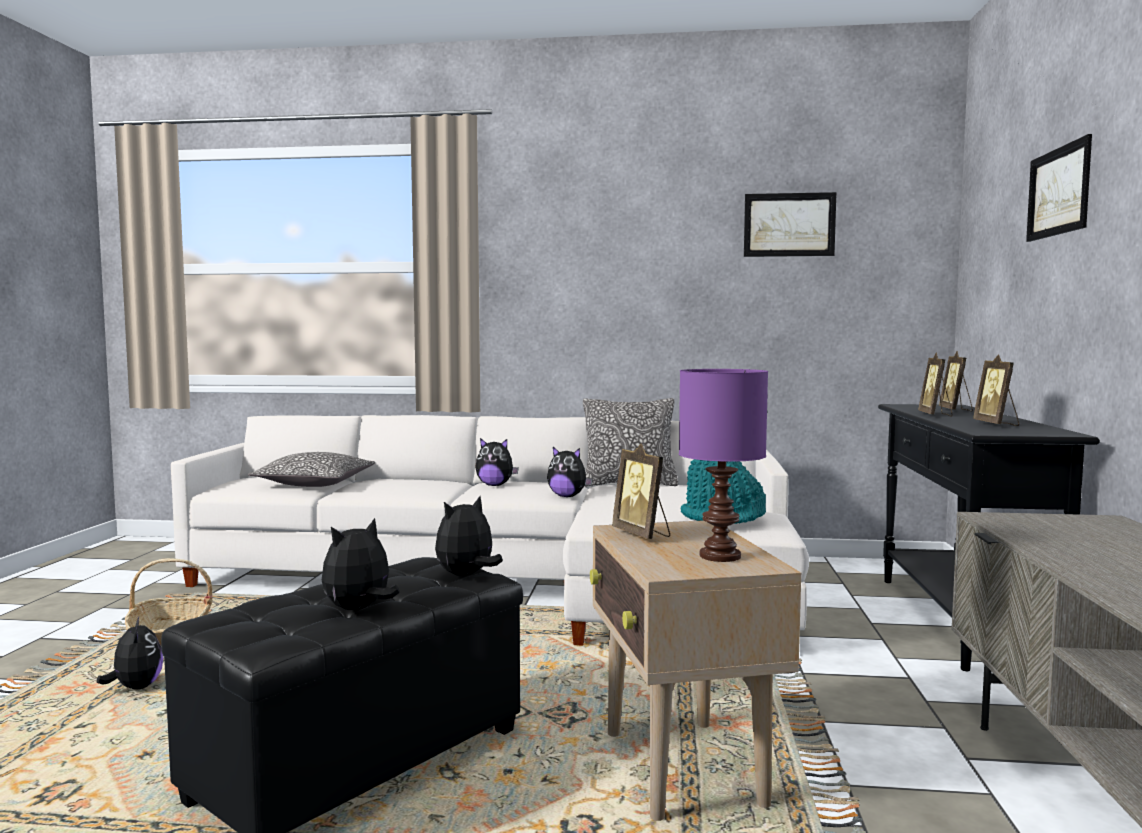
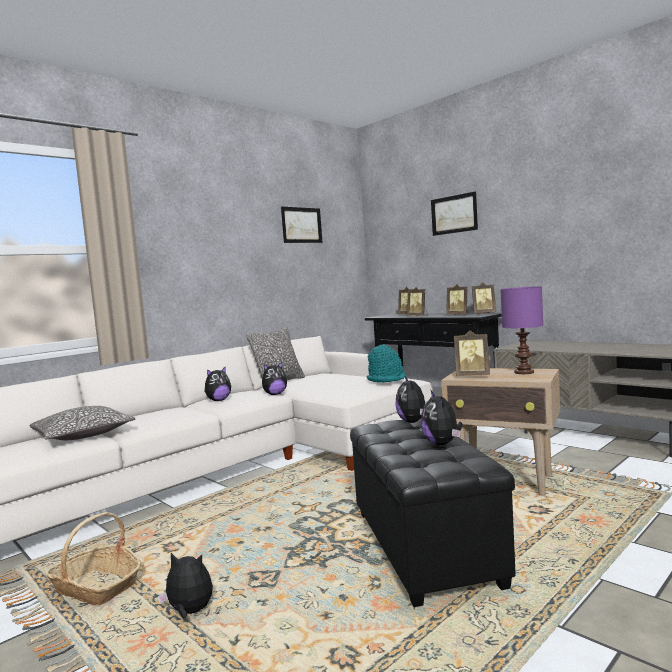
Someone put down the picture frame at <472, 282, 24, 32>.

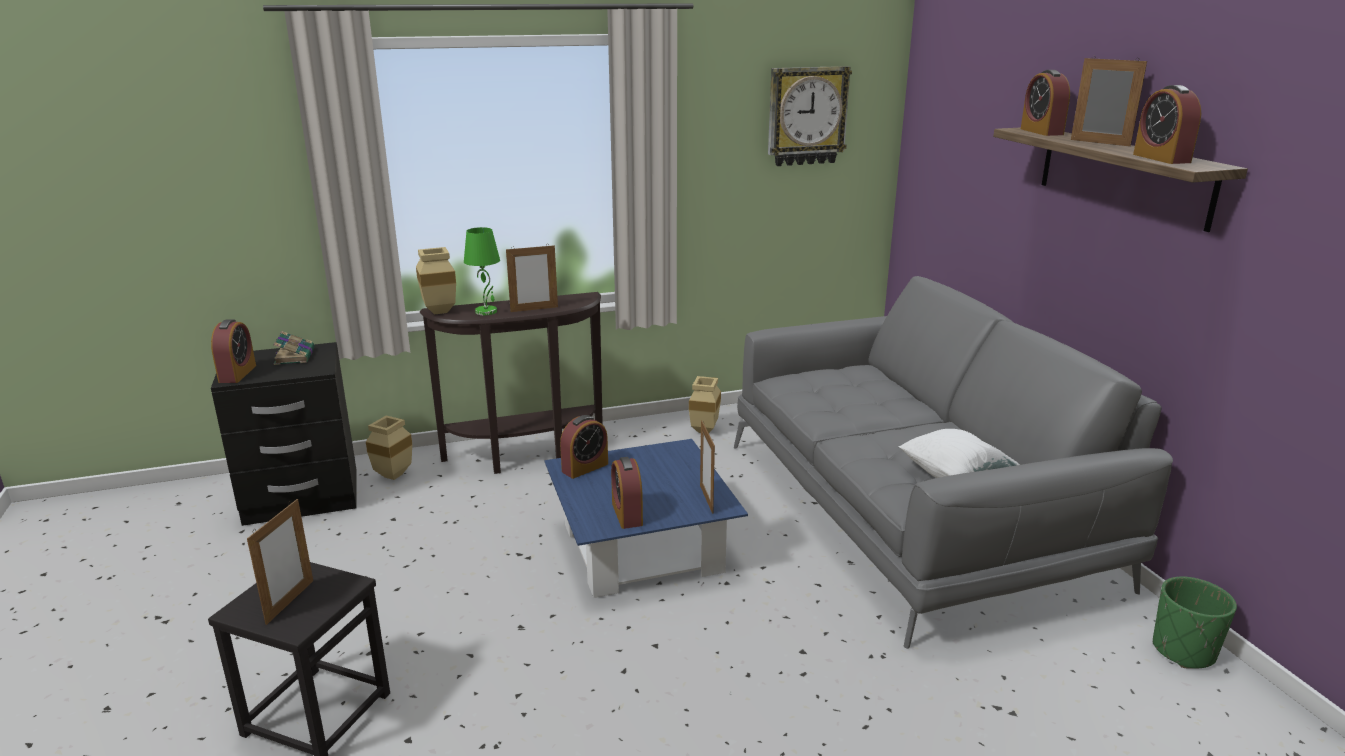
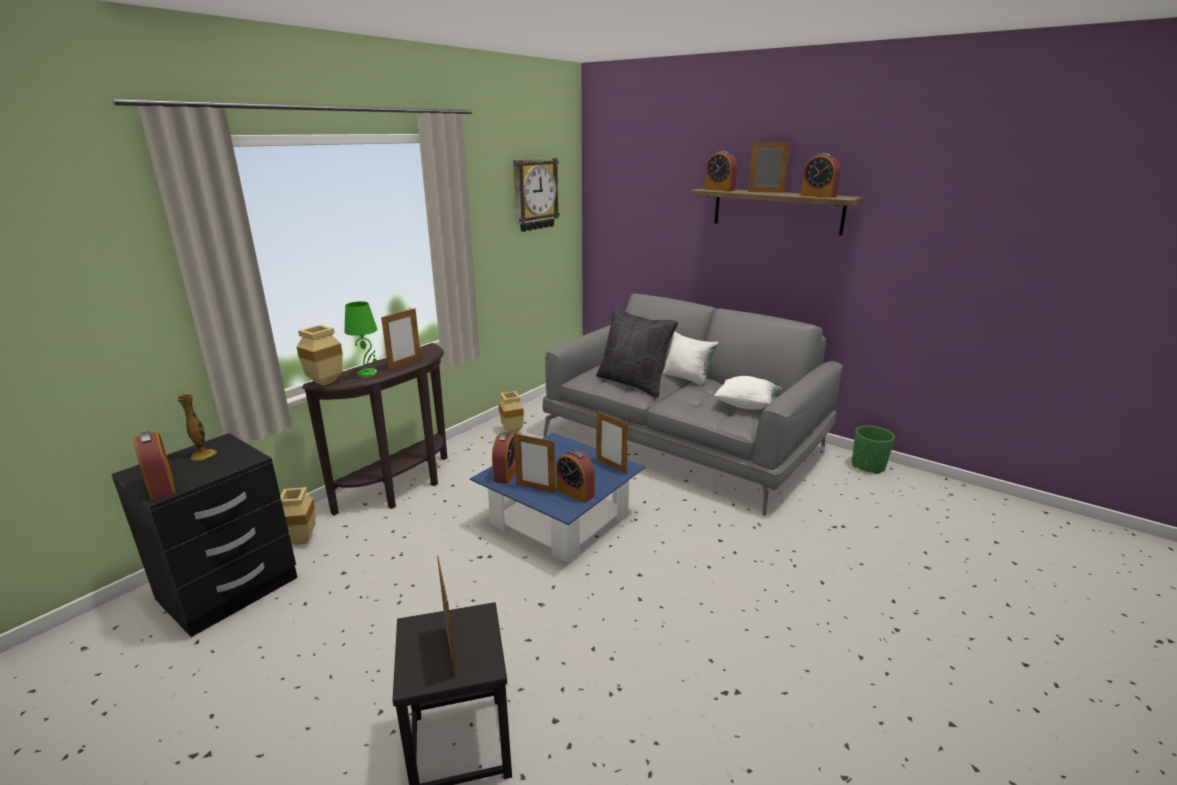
Someone put down the picture frame at <514, 433, 42, 60>. Someone put down the pillow in black at <596, 306, 82, 92>. Someone put down the pillow in white at <663, 332, 55, 54>. Someone swapped the book at <273, 331, 42, 34> for the vase at <175, 393, 42, 68>.

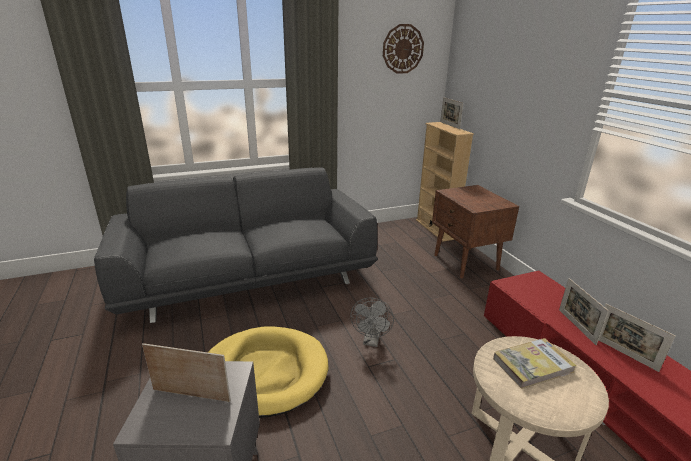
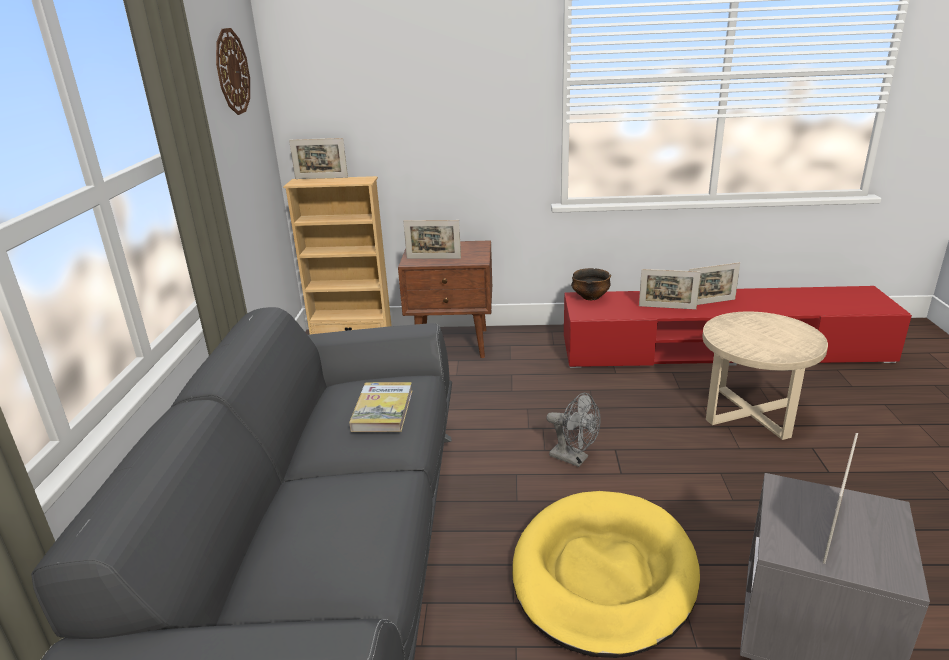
Someone put down the picture frame at <403, 220, 58, 39>. Someone put down the bowl at <571, 268, 40, 32>. Someone carried the book from <493, 338, 84, 51> to <349, 382, 63, 50>.

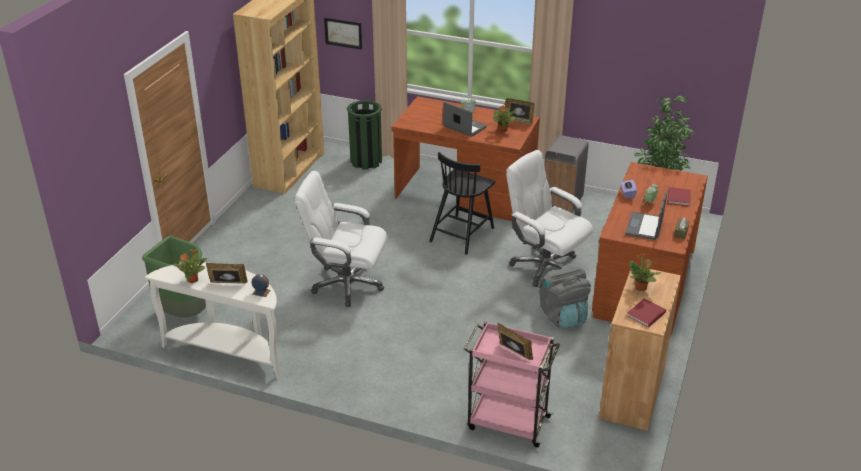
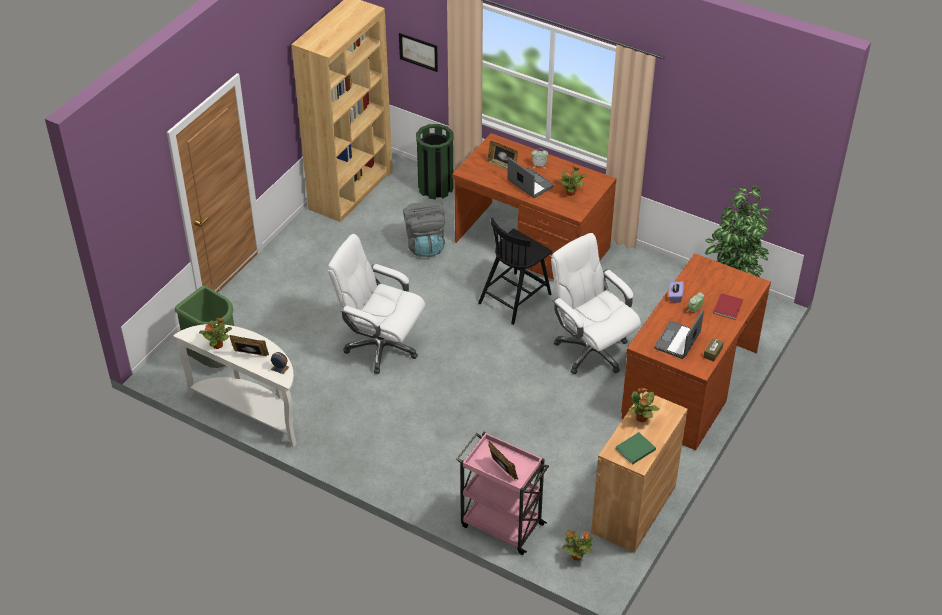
Someone took away the trash can in grey at <545, 135, 44, 78>. Someone put down the potted plant at <562, 530, 32, 31>. Someone carried the picture frame from <505, 98, 30, 28> to <487, 141, 31, 29>. Someone carried the backpack in grey from <539, 267, 52, 61> to <403, 201, 42, 56>. Someone repainted the book in red at <627, 299, 39, 28>, which became the book in green at <616, 432, 40, 33>.

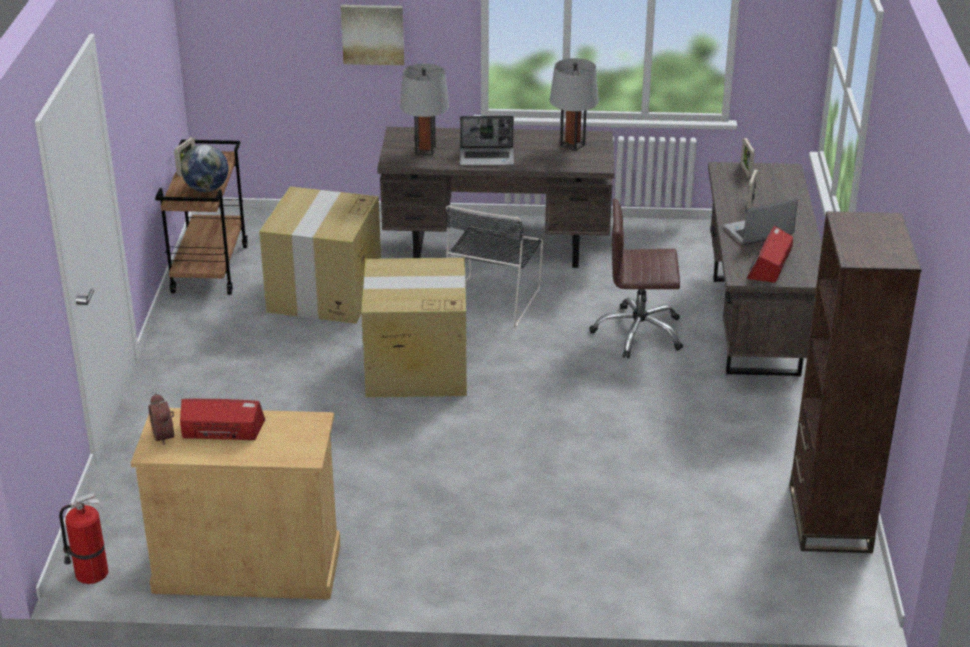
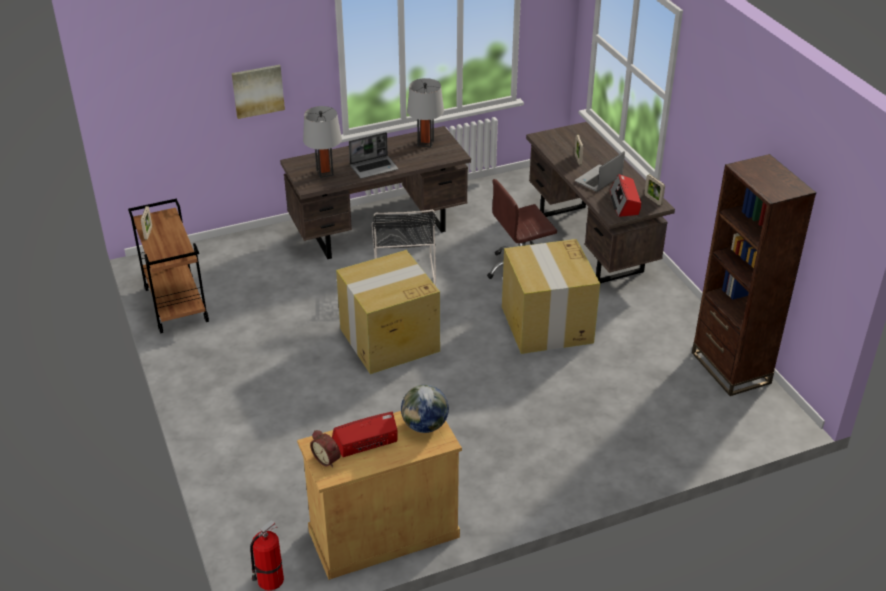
Someone carried the globe from <181, 145, 47, 47> to <401, 385, 48, 48>. Someone carried the cardboard box from <259, 187, 122, 137> to <502, 239, 98, 115>. Someone carried the picture frame from <740, 138, 15, 40> to <644, 174, 21, 31>.

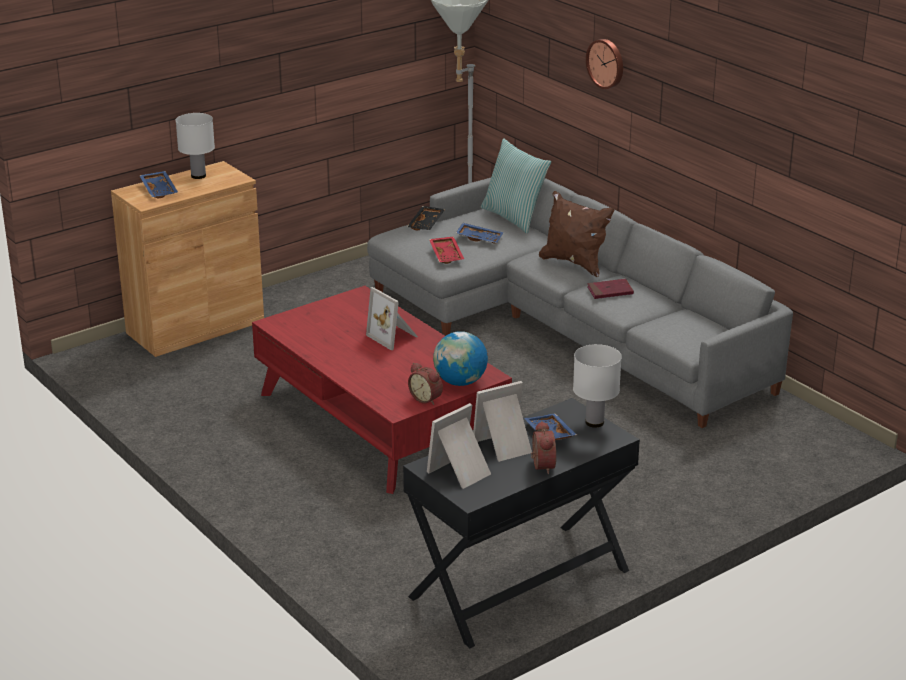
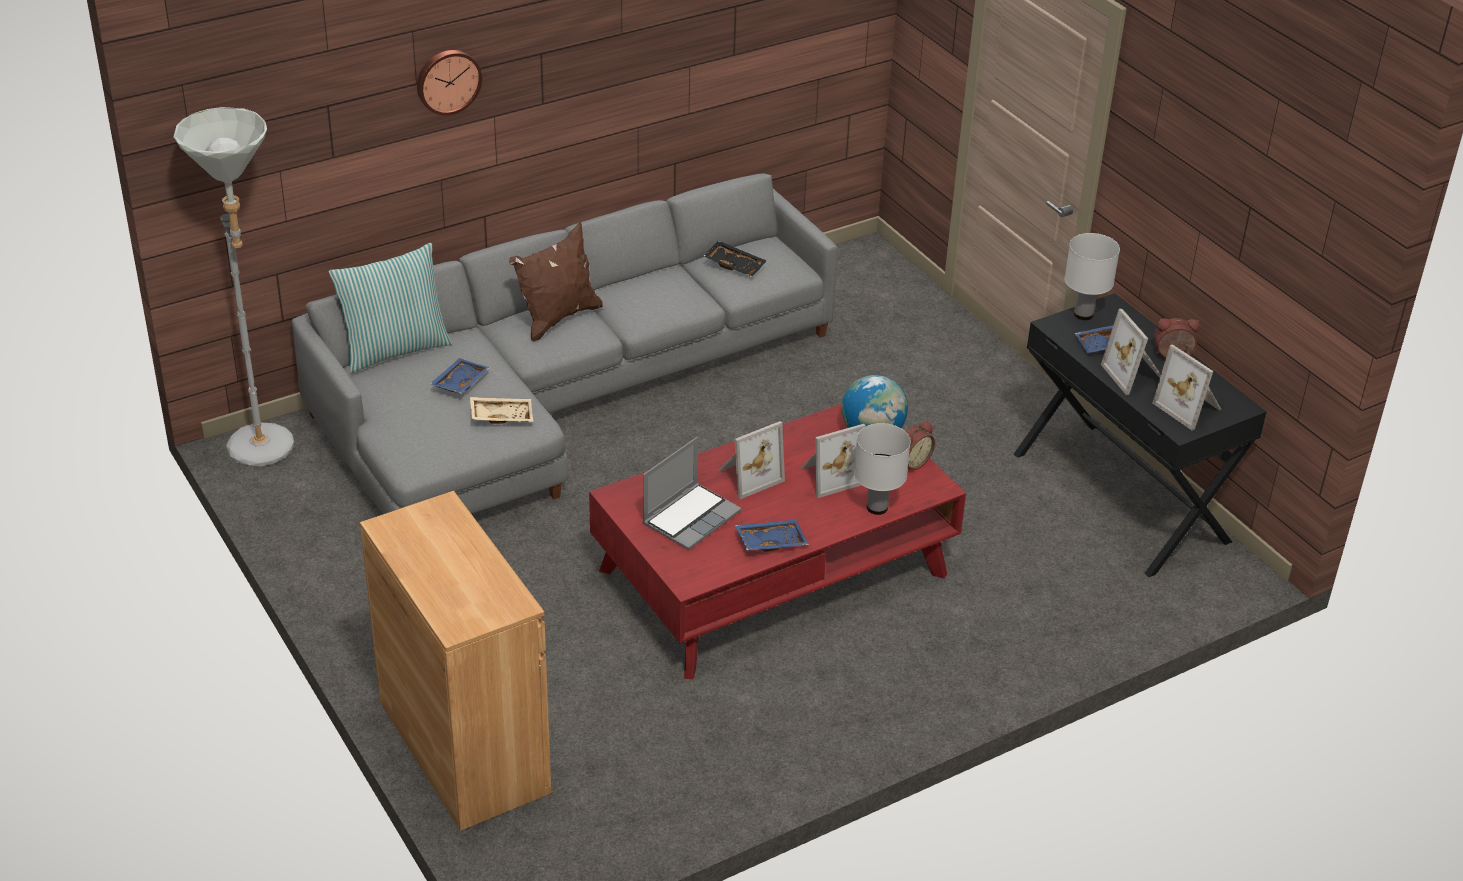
Someone took away the book in red at <587, 279, 47, 20>. Someone put down the laptop at <642, 437, 99, 113>. Someone put down the picture frame at <801, 424, 65, 74>. Someone carried the tray in blue from <139, 171, 39, 28> to <735, 519, 74, 33>. Someone carried the table lamp in white from <176, 113, 39, 66> to <854, 423, 57, 92>. Someone carried the tray in black from <407, 206, 38, 24> to <704, 240, 63, 37>. Someone repainted the tray in red at <429, 236, 35, 28>, which became the tray in beige at <470, 397, 63, 27>.

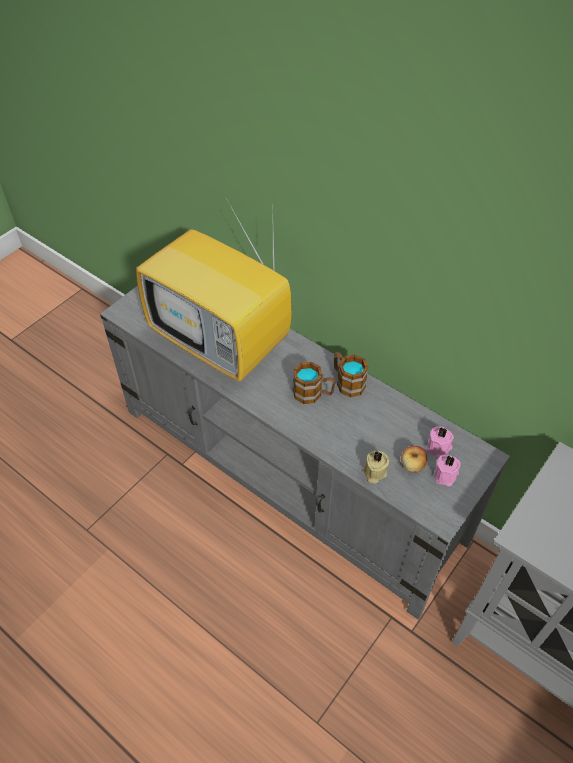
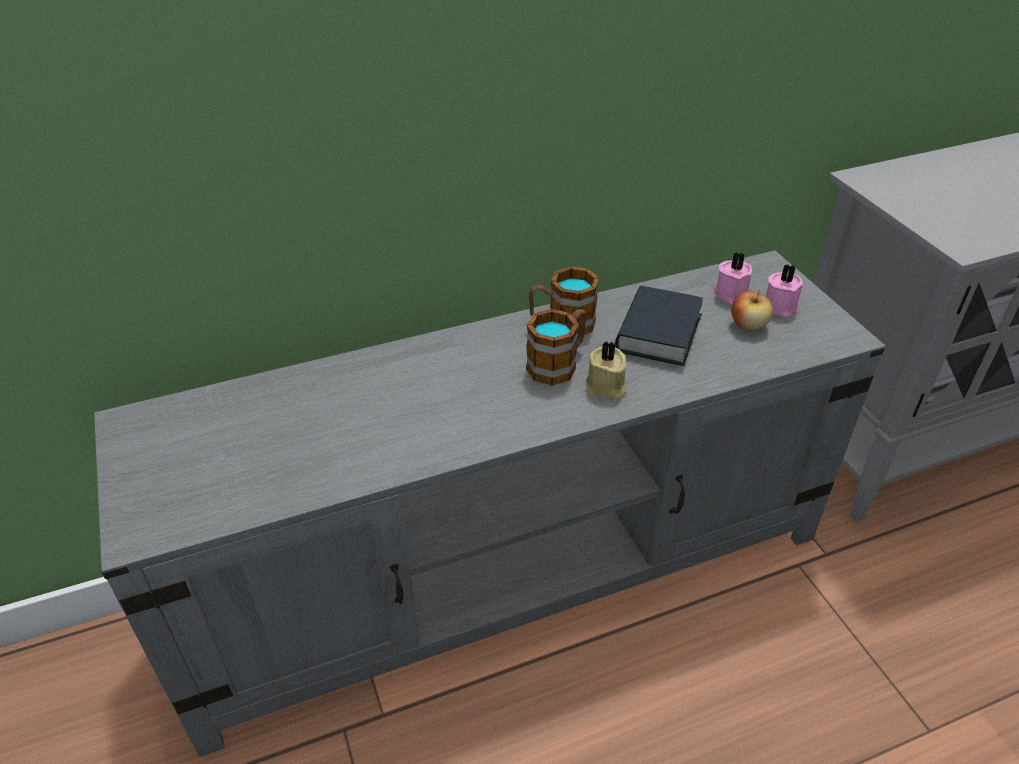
Someone took away the television at <136, 198, 156, 183>. Someone put down the book at <615, 285, 88, 81>. Someone carried the candle in beige from <363, 450, 26, 34> to <586, 341, 41, 59>.

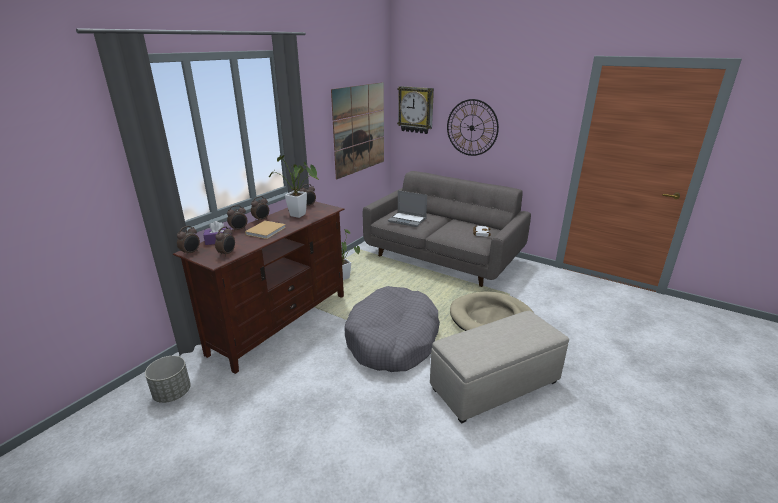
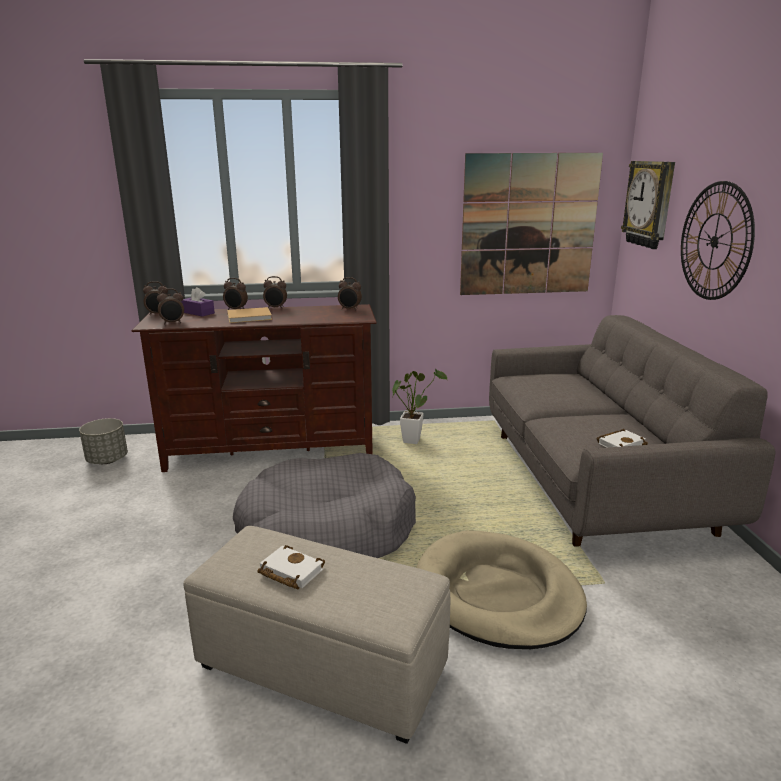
Someone took away the potted plant at <269, 155, 50, 63>. Someone took away the laptop at <388, 191, 39, 36>. Someone put down the book in white at <257, 545, 68, 44>.

